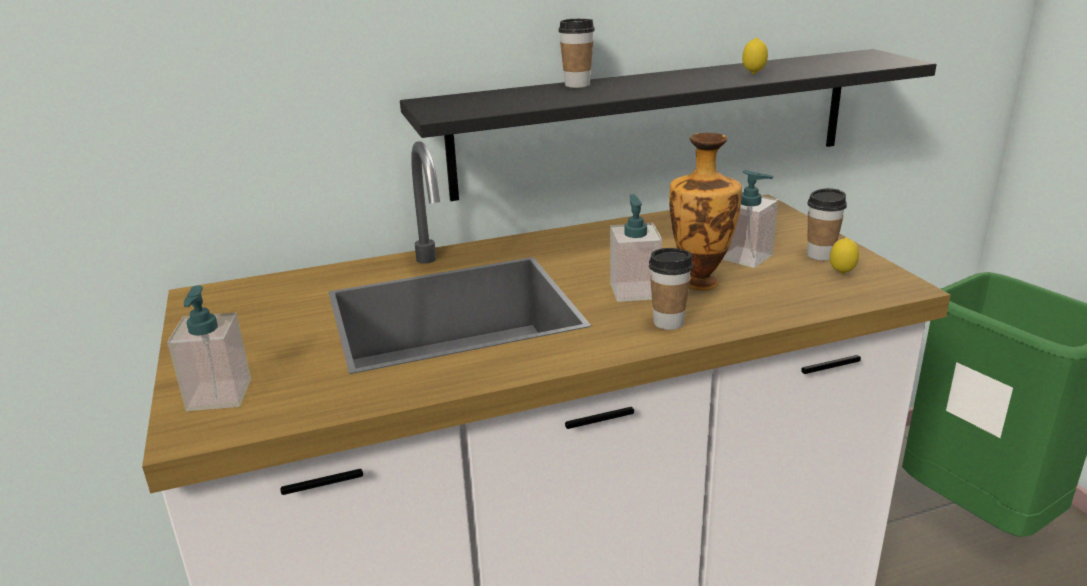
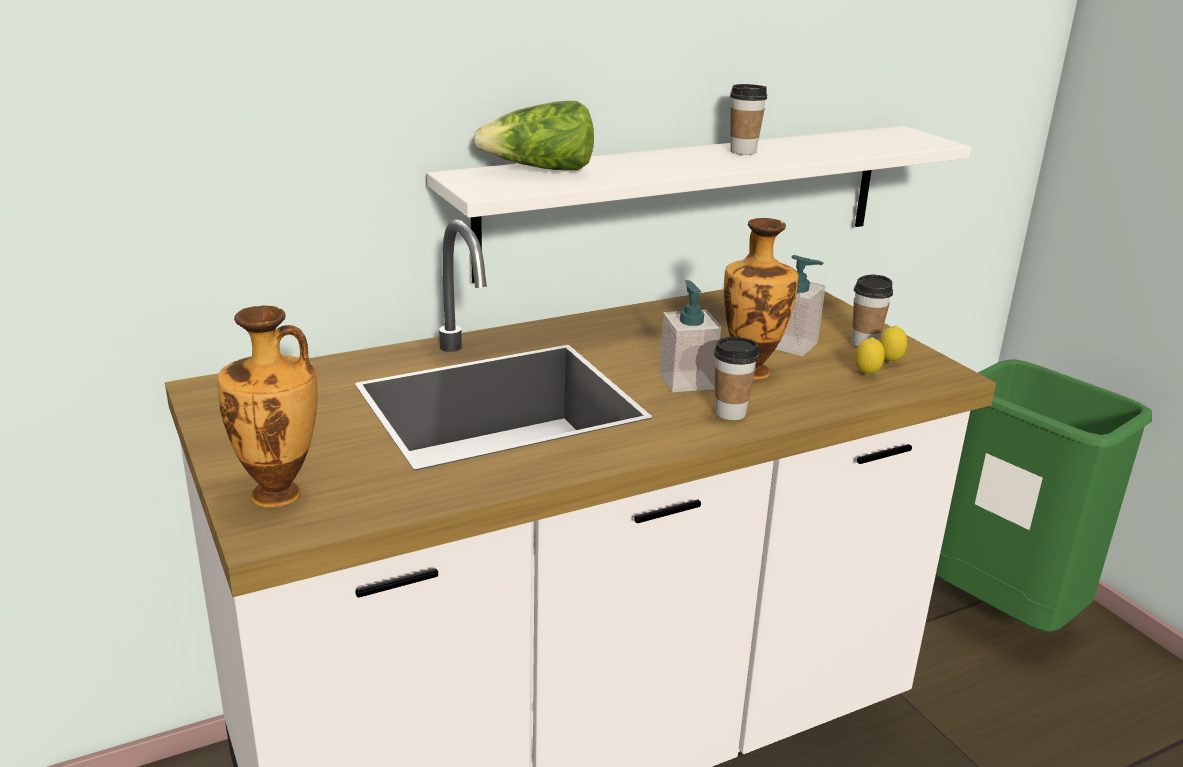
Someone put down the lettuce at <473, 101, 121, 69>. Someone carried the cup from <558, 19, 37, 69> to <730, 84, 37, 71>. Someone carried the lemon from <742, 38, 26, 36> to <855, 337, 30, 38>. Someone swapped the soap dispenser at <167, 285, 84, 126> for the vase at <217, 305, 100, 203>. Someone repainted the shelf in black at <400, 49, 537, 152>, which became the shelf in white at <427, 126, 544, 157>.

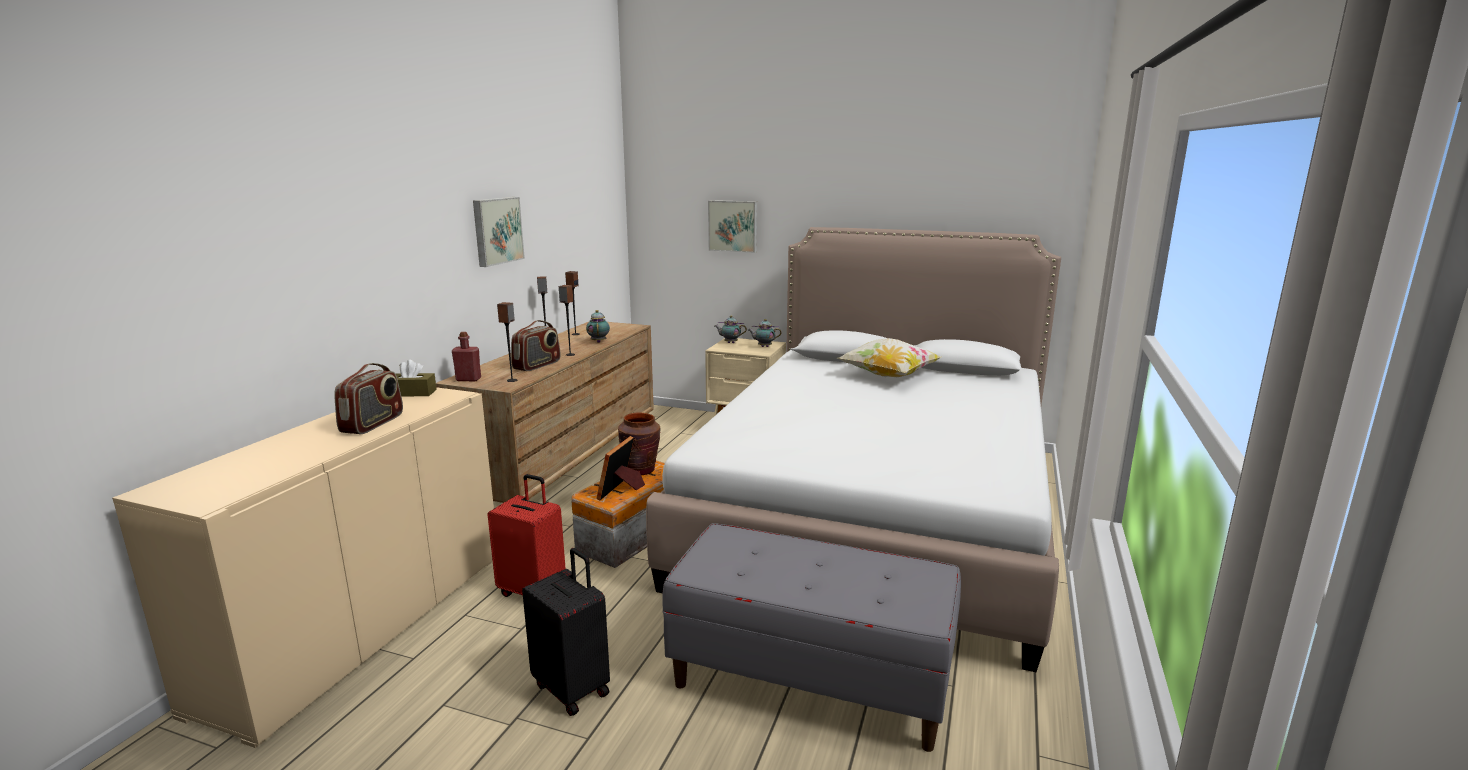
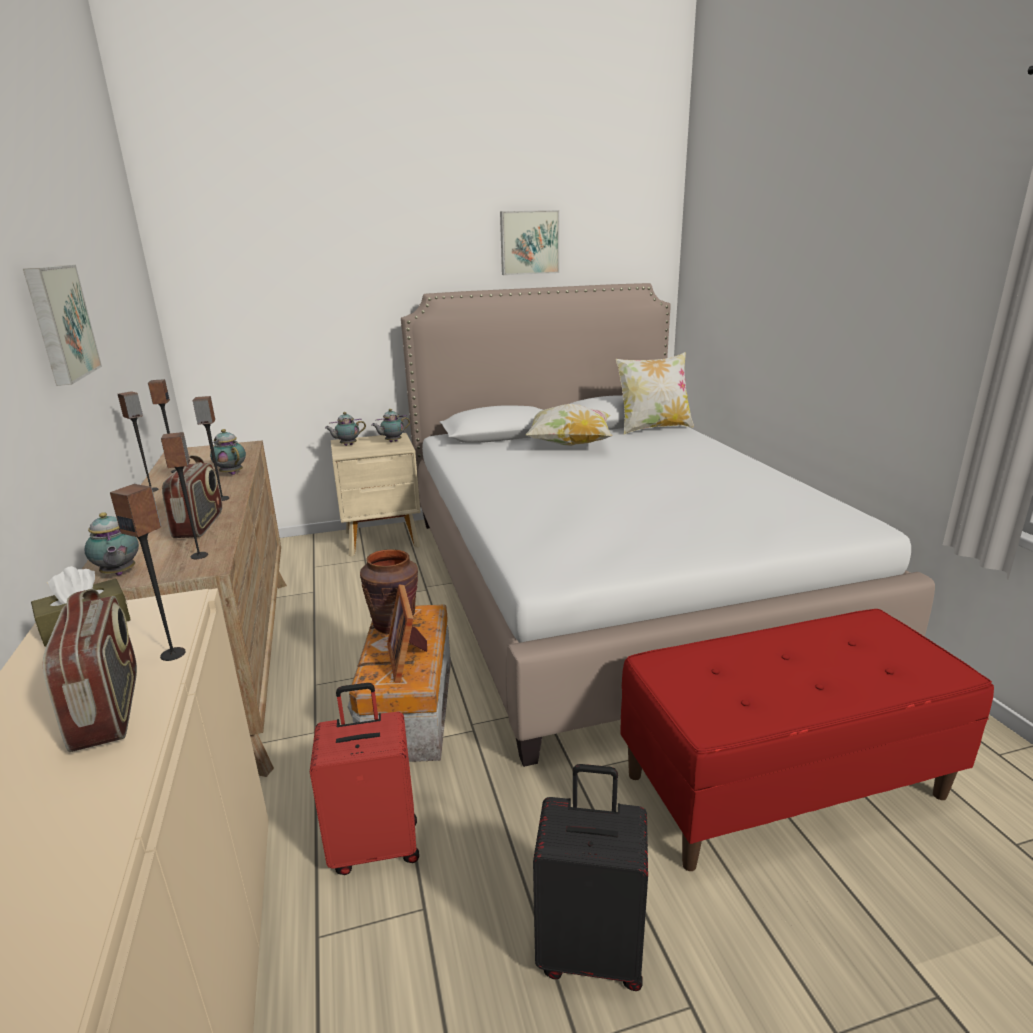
Someone put down the speaker at <110, 484, 76, 177>. Someone put down the pillow at <616, 352, 78, 82>. Someone carried the picture from <708, 200, 49, 53> to <500, 210, 59, 65>. Someone swapped the bottle in red at <452, 332, 29, 49> for the teapot at <84, 512, 55, 64>. Someone repainted the bench in grey at <662, 523, 299, 229>, which became the bench in red at <620, 609, 374, 262>.

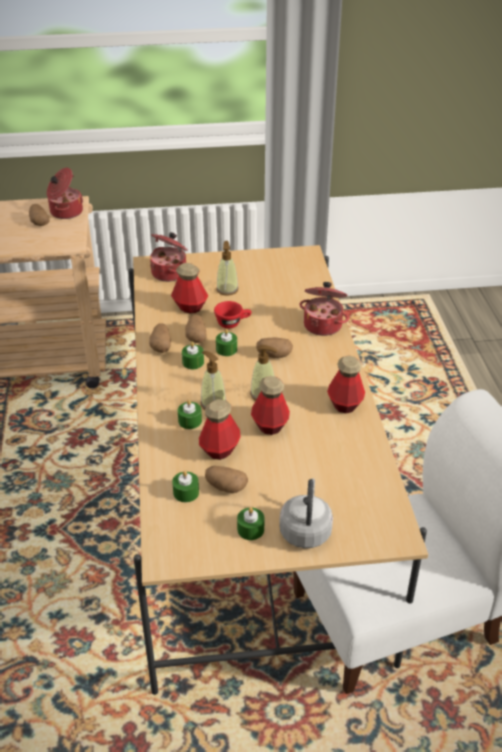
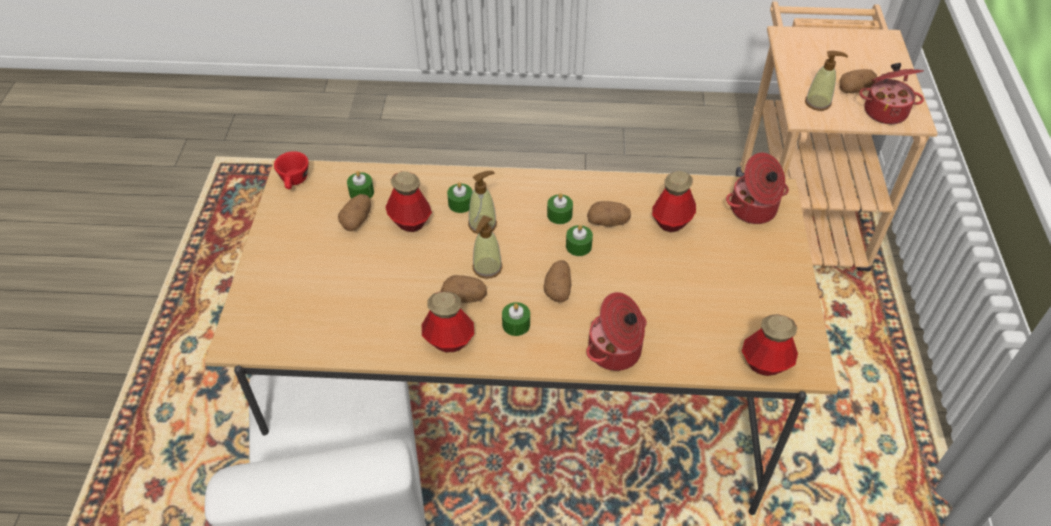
Someone took away the kettle in grey at <279, 478, 54, 70>. Someone carried the potato from <149, 323, 22, 30> to <441, 275, 46, 28>. Someone carried the cup in red from <214, 301, 37, 28> to <274, 151, 35, 38>. Someone carried the soap dispenser from <216, 241, 22, 55> to <805, 51, 43, 60>. Someone carried the candle in green from <237, 507, 27, 33> to <502, 302, 28, 34>. Someone carried the bottle from <251, 376, 39, 59> to <742, 314, 56, 62>.

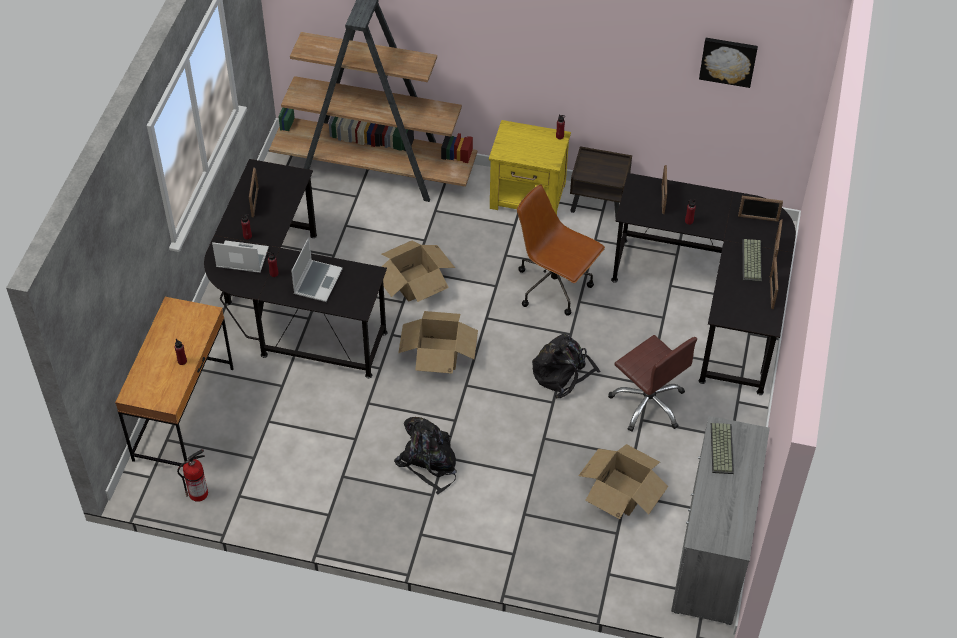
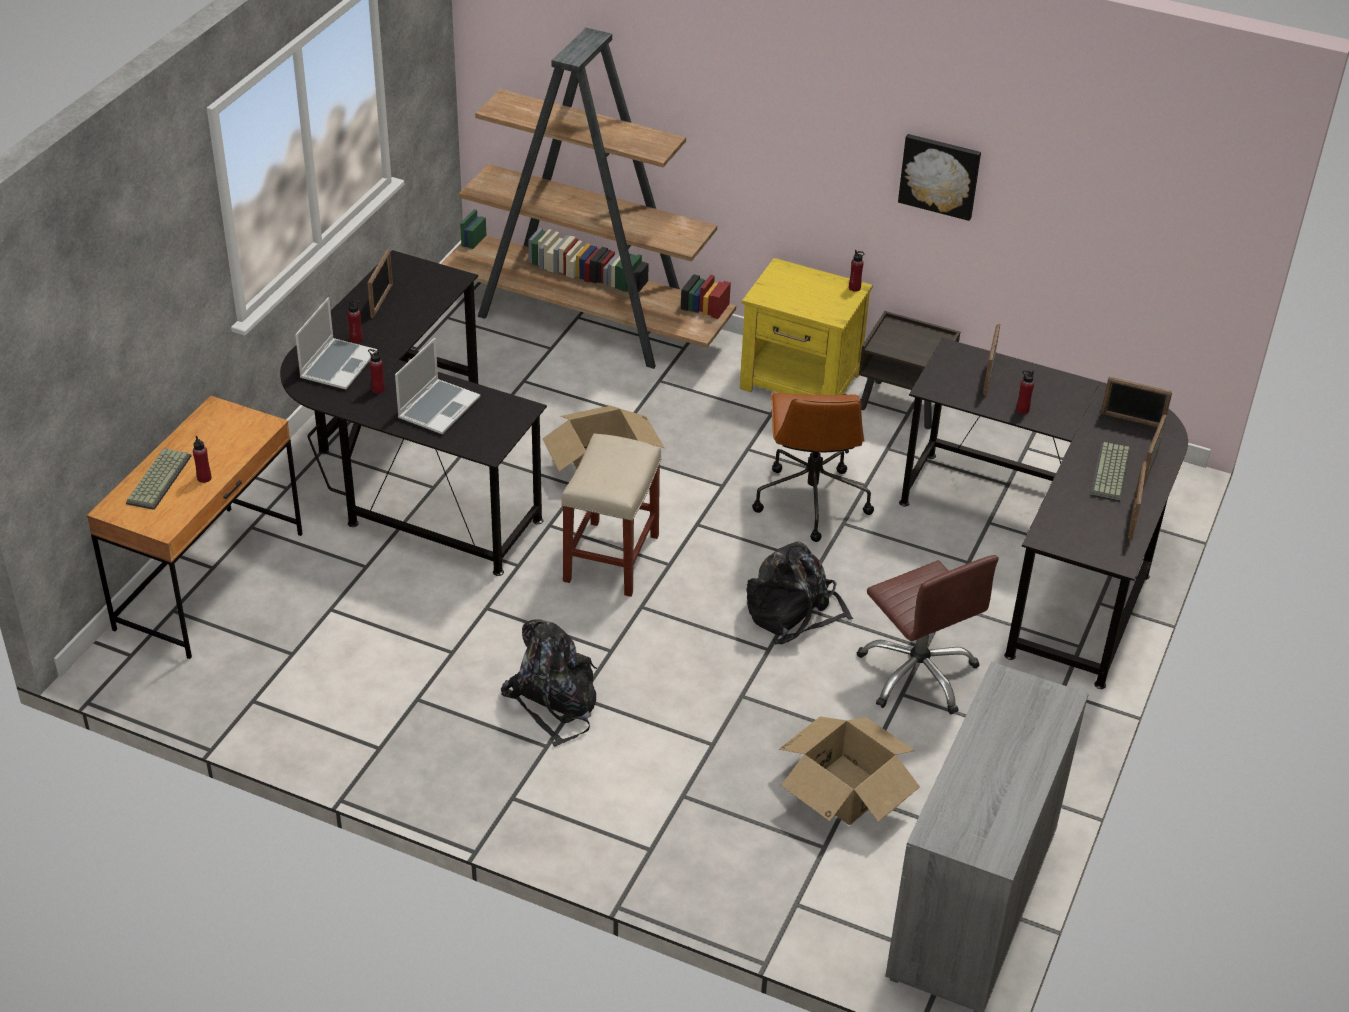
Someone took away the fire extinguisher at <177, 449, 31, 53>. Someone carried the picture from <699, 38, 59, 50> to <898, 134, 83, 87>. Someone carried the keyboard from <711, 423, 23, 51> to <126, 448, 65, 62>. Someone swapped the cardboard box at <398, 311, 80, 63> for the stool in beige at <561, 433, 101, 164>. Someone rotated the laptop at <212, 240, 57, 33> by 90 degrees clockwise. Someone rotated the office chair in brown at <517, 184, 88, 132> by 135 degrees counterclockwise.

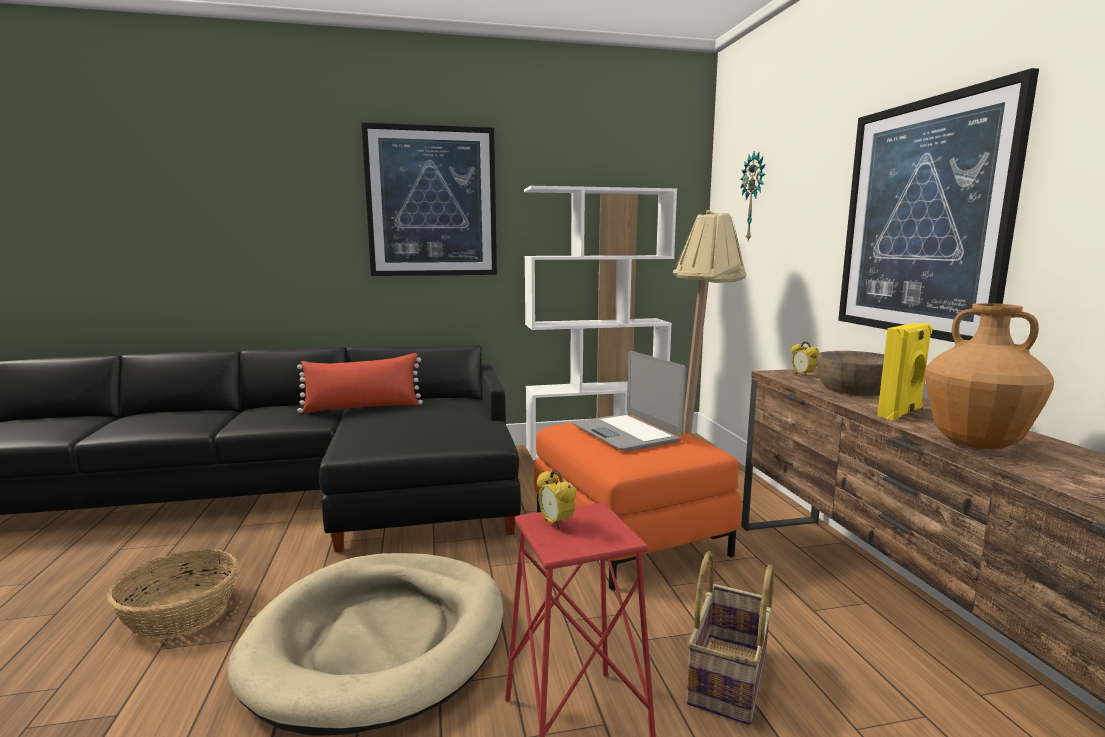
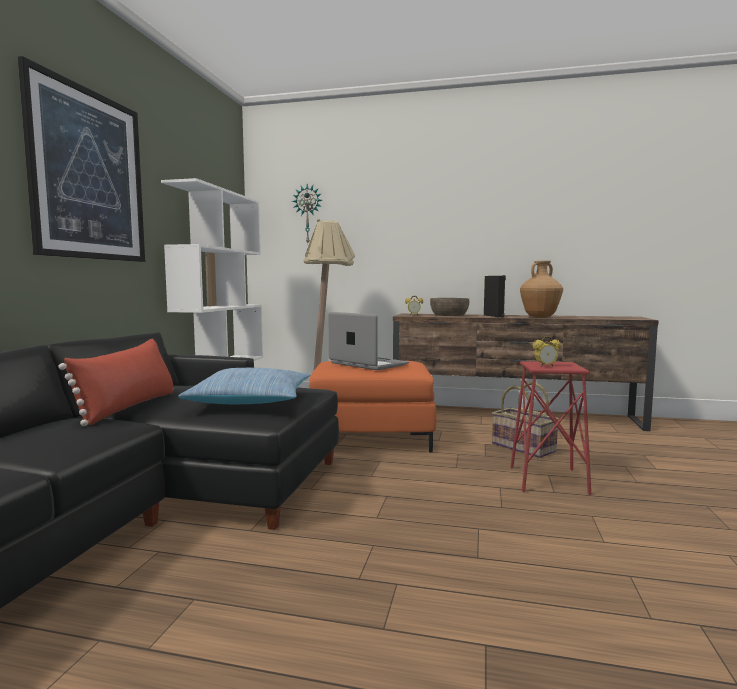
Someone took away the basket at <108, 550, 130, 89>. Someone took away the dog bed in beige at <227, 553, 276, 183>. Someone took away the picture at <838, 68, 201, 274>. Someone put down the pillow at <179, 368, 132, 36>. Someone repainted the speaker in yellow at <877, 323, 56, 98>, which became the speaker in black at <484, 275, 22, 42>. Someone rotated the laptop at <572, 351, 114, 100> by 135 degrees counterclockwise.

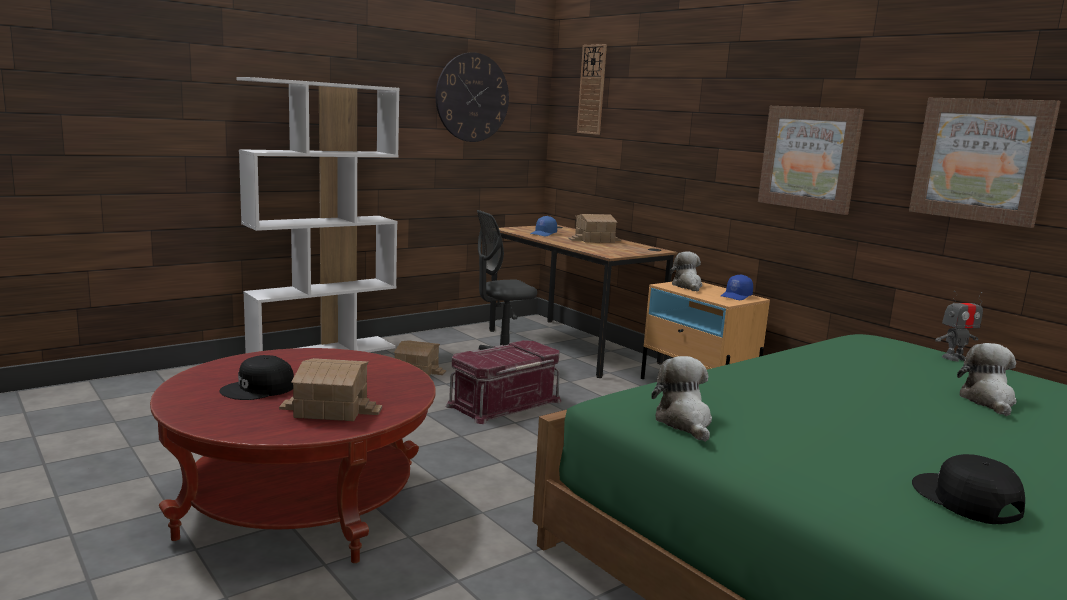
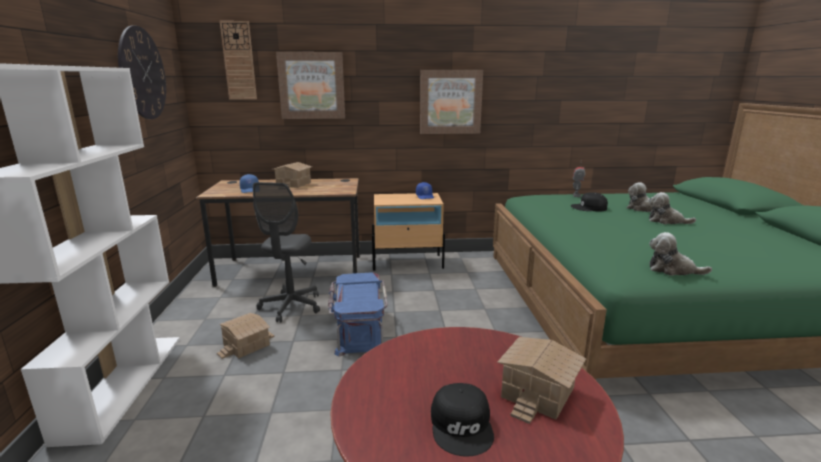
Someone carried the plush toy from <670, 252, 32, 40> to <649, 192, 47, 32>. Someone carried the picture from <909, 98, 152, 130> to <276, 52, 69, 67>. Someone carried the cap in black from <912, 454, 113, 70> to <571, 192, 37, 20>. Someone repainted the storage box in red at <446, 340, 115, 84>, which became the storage box in blue at <328, 272, 60, 85>.

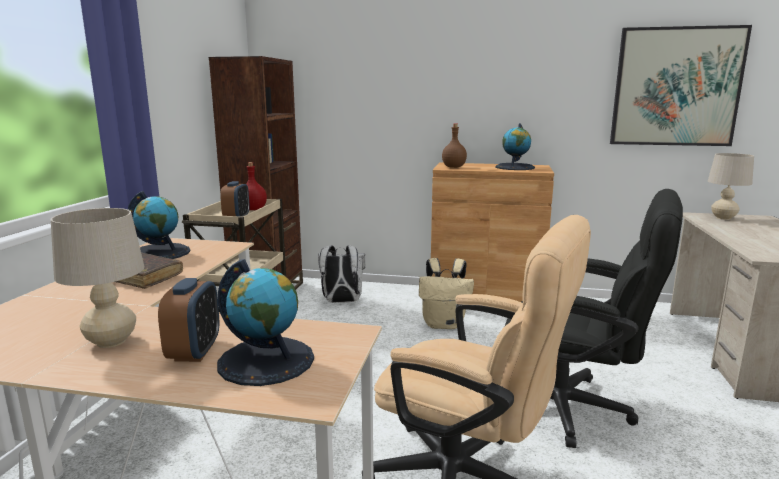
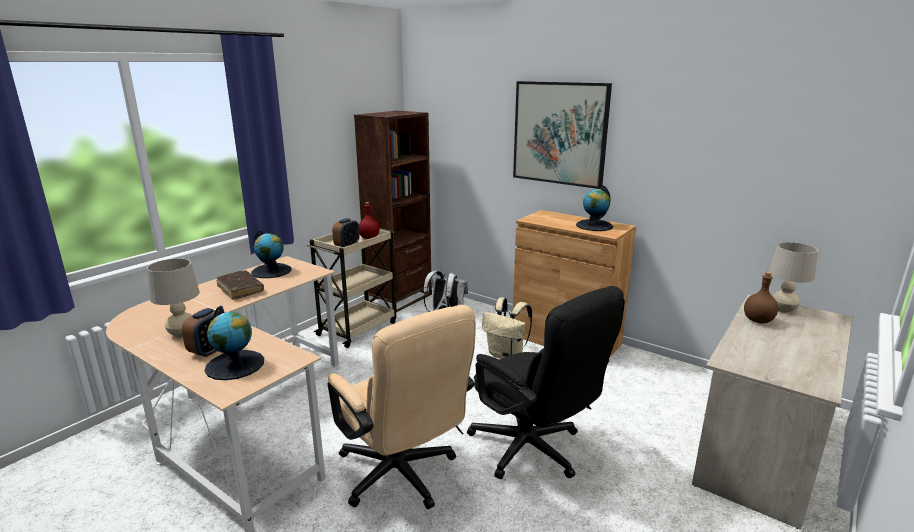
Someone carried the bottle in brown from <442, 124, 25, 44> to <744, 272, 34, 52>. Someone carried the picture from <610, 25, 142, 121> to <513, 81, 99, 108>.

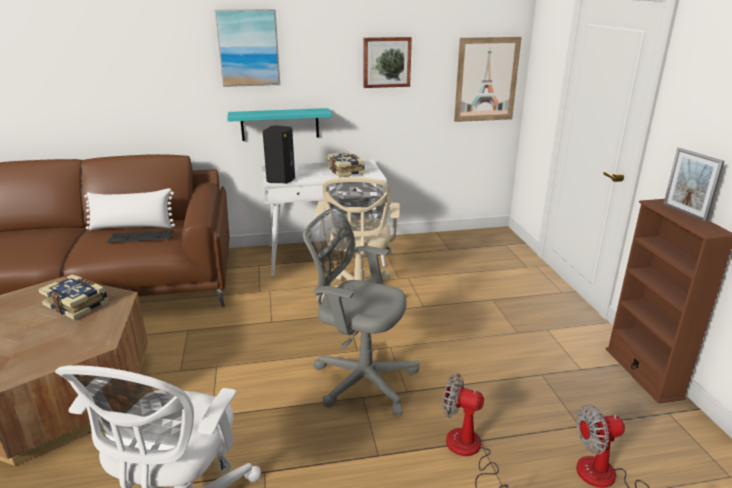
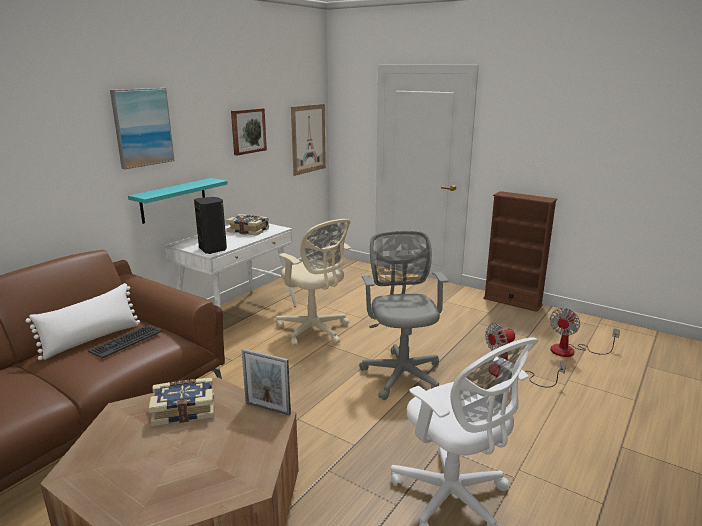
Someone carried the picture frame from <664, 148, 60, 73> to <242, 349, 49, 67>. Someone rotated the office chair in grey at <303, 208, 117, 208> by 105 degrees clockwise.

